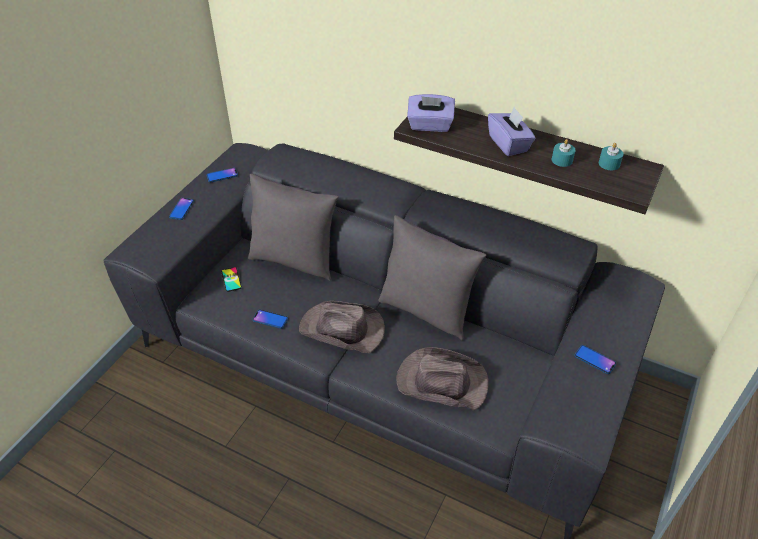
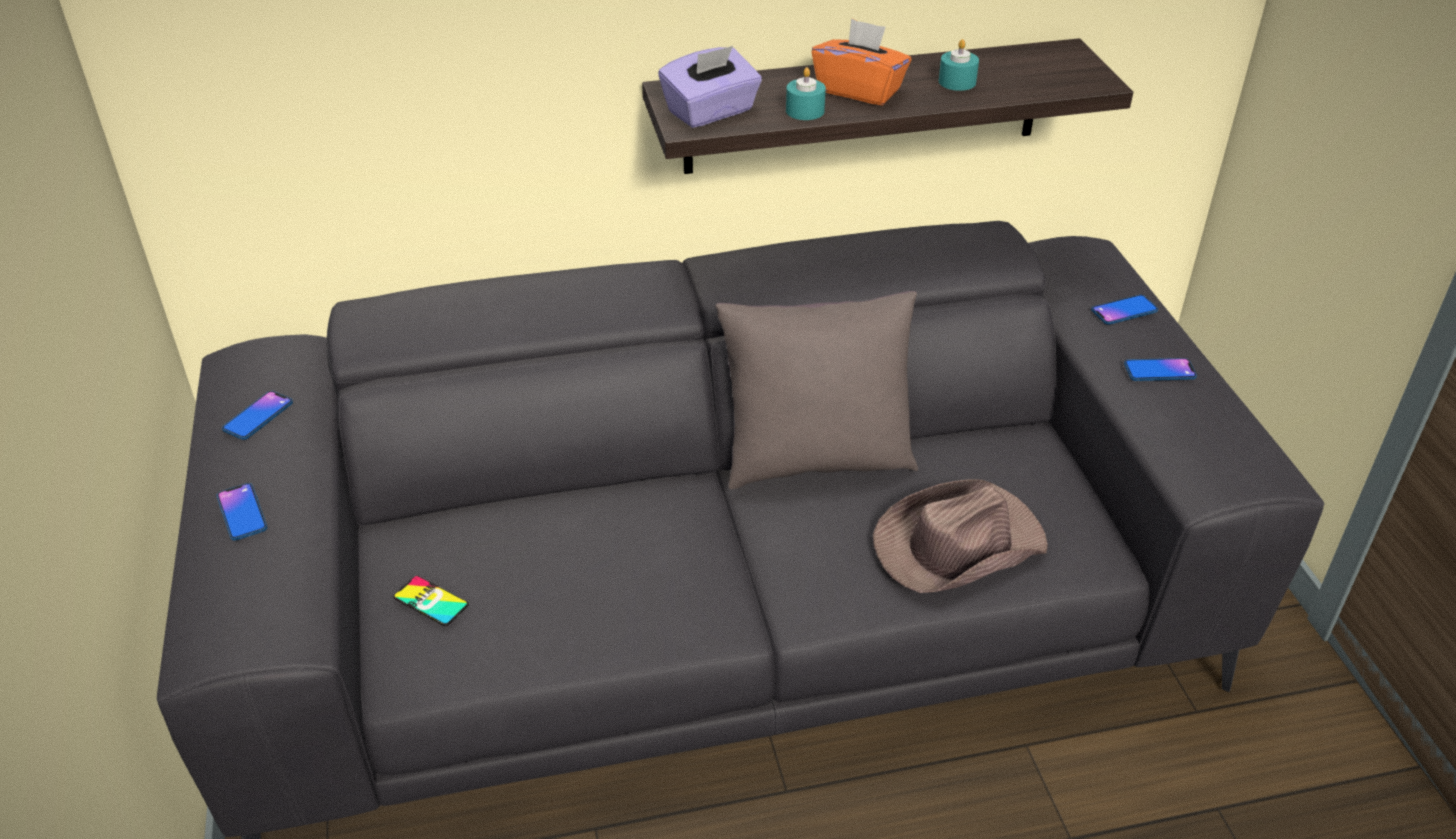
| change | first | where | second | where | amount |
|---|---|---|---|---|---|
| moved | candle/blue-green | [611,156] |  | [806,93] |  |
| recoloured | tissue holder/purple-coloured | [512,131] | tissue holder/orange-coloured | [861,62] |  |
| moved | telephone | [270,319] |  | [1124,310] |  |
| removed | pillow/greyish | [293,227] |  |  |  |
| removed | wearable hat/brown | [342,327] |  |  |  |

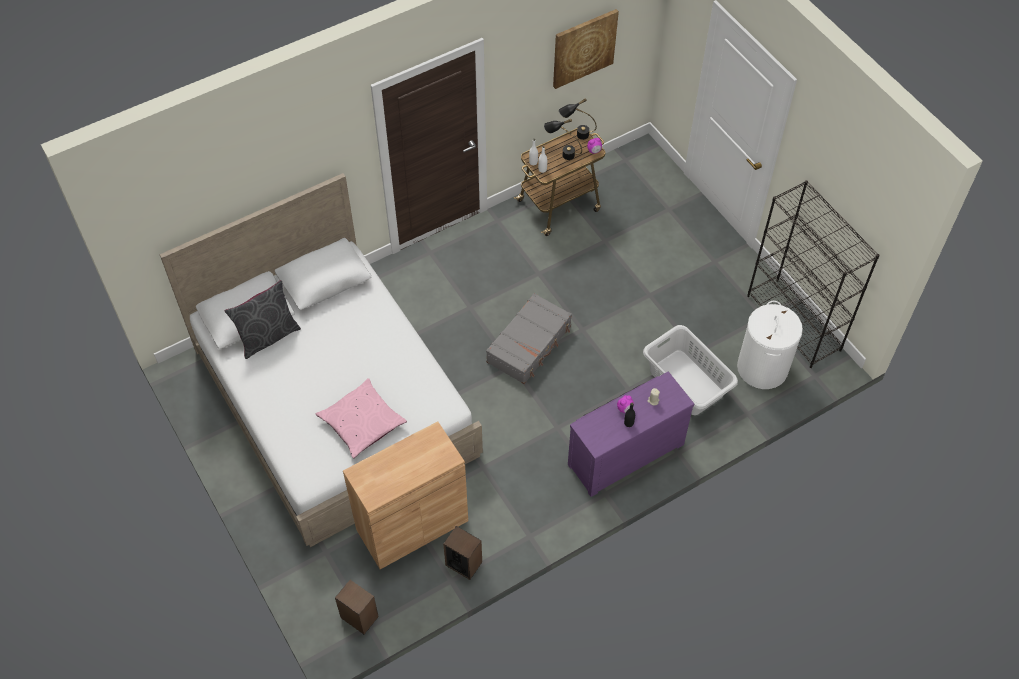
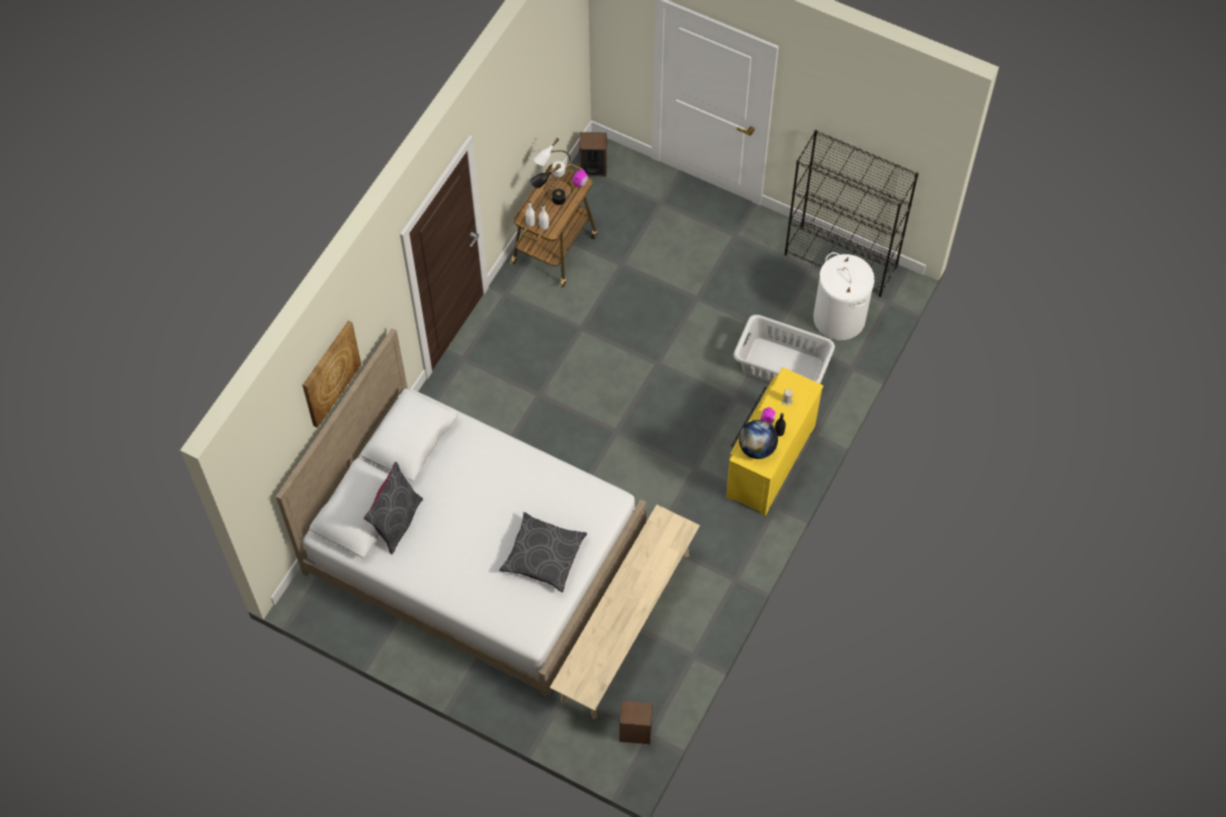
| change | first | where | second | where | amount |
|---|---|---|---|---|---|
| moved | wall art | [586,49] |  | [331,374] |  |
| recoloured | pillow/pinkish | [361,418] | pillow/greyish | [543,552] |  |
| recoloured | table lamp/blackish | [578,119] | table lamp/white | [552,157] |  |
| replaced | cabinet/brown | [405,495] | bench/sand-coloured | [625,612] |  |
| moved | audio speaker | [462,553] |  | [593,154] |  |
| recoloured | chest of drawers/purple-coloured | [631,434] | chest of drawers/yellowish | [774,441] |  |
| added |  |  | world globe | [758,439] |  |
| removed | piece of luggage/greyish | [529,338] |  |  |  |

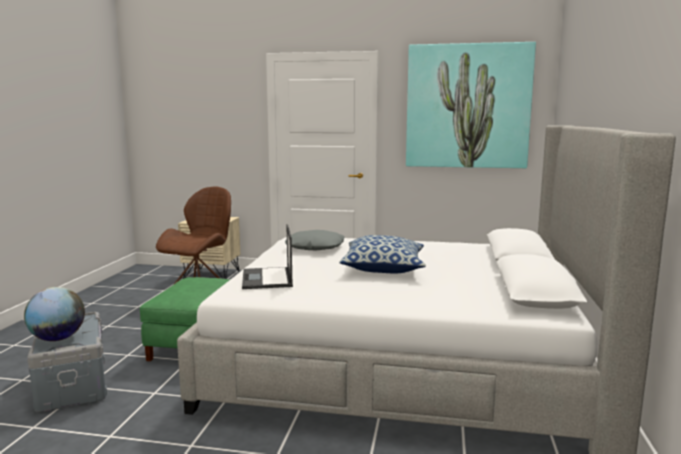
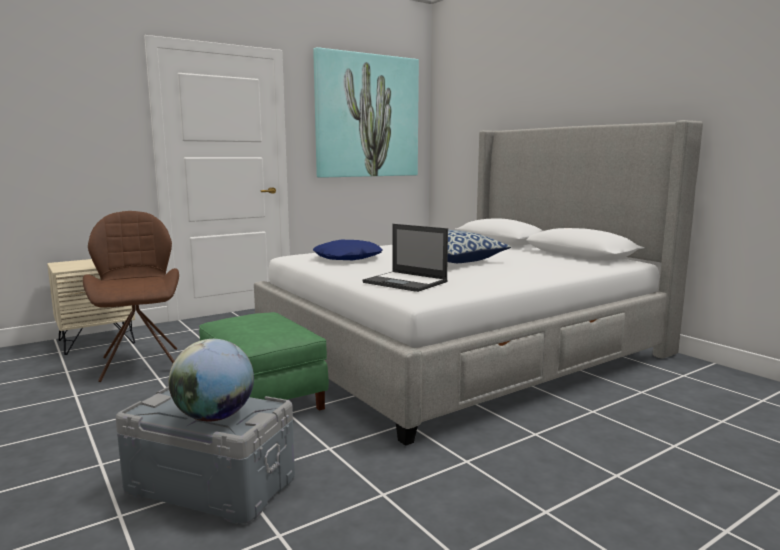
| change | first | where | second | where | amount |
|---|---|---|---|---|---|
| recoloured | pillow/greyish | [314,240] | pillow/blue | [347,250] |  |

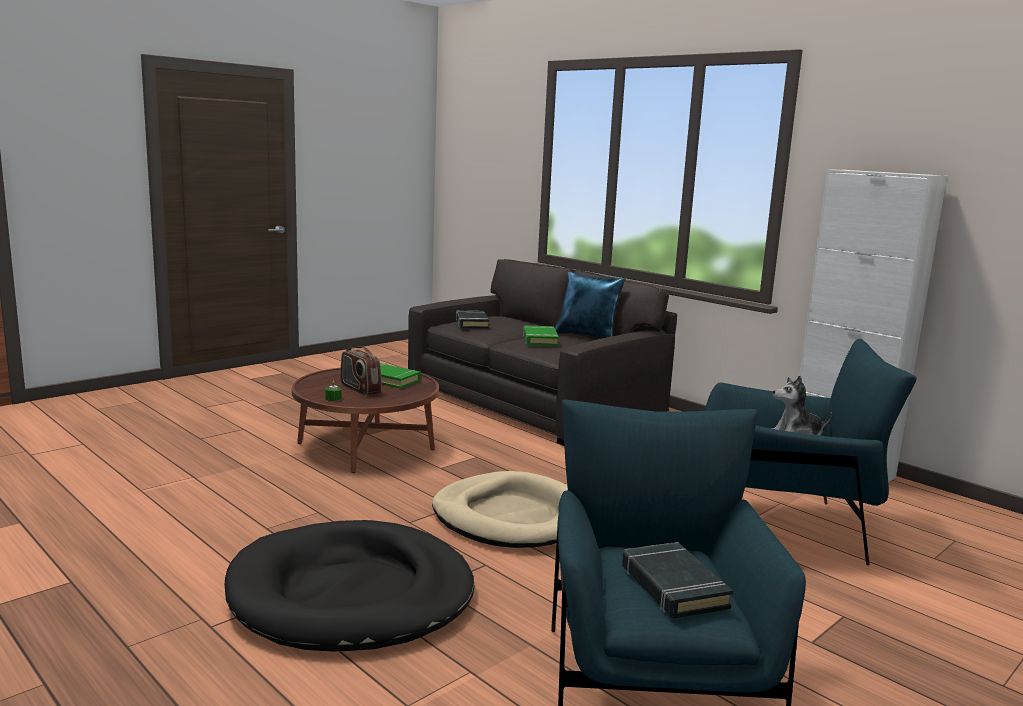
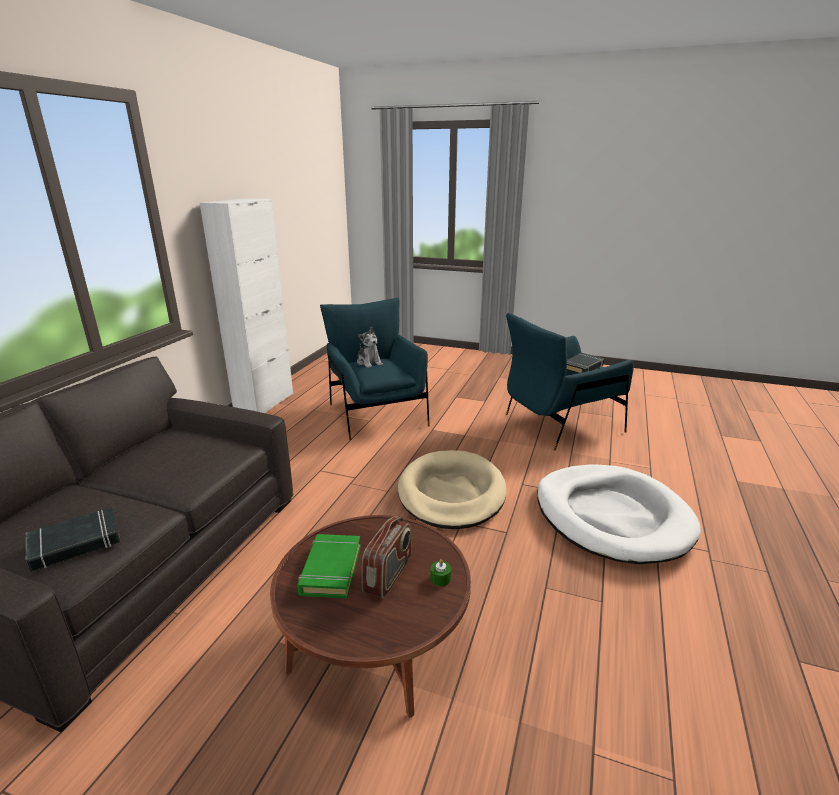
| change | first | where | second | where | amount |
|---|---|---|---|---|---|
| recoloured | dog bed/blackish | [350,586] | dog bed/white | [619,514] |  |
| removed | book/greenish | [541,335] |  |  |  |
| removed | pillow/blue | [590,305] |  |  |  |

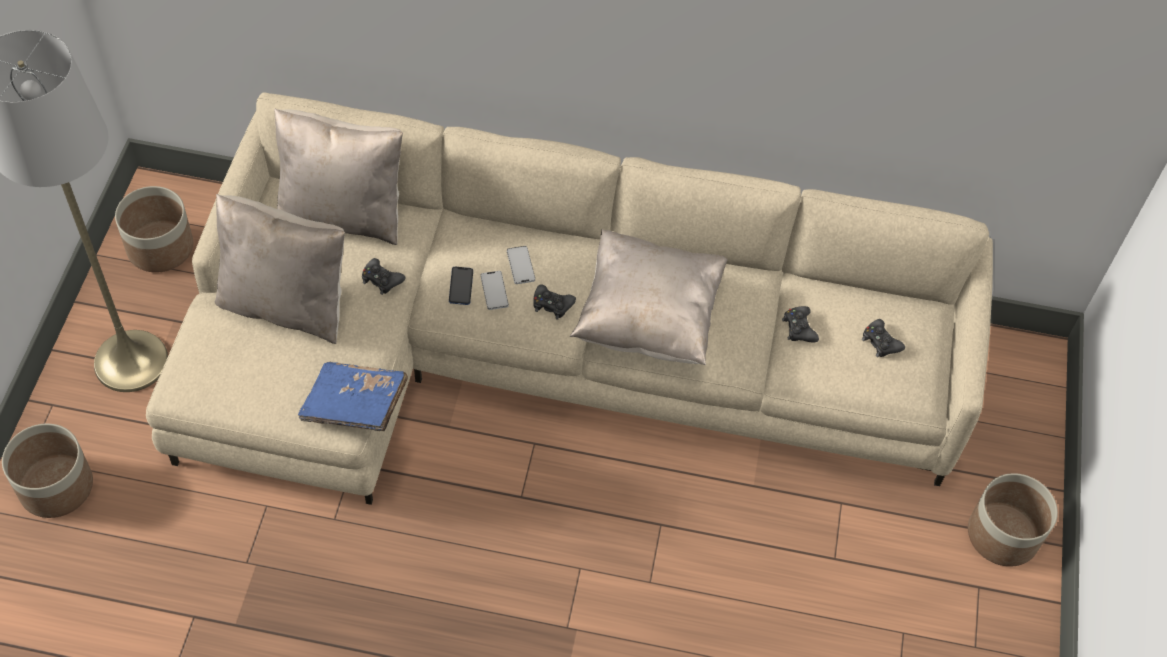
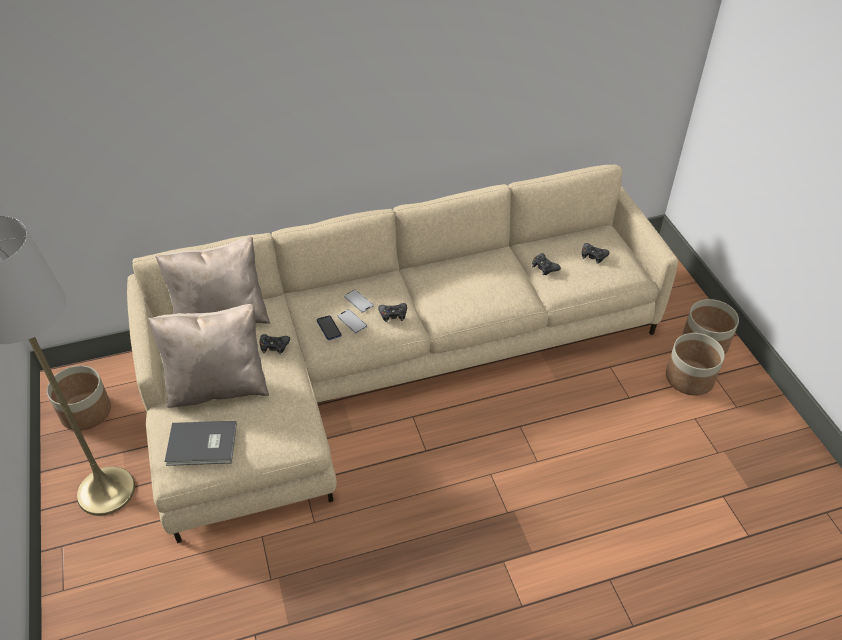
| change | first | where | second | where | amount |
|---|---|---|---|---|---|
| added |  |  | book/greyish | [200,443] |  |
| moved | plant pot | [47,471] |  | [695,364] |  |
| removed | book/blue | [353,396] |  |  |  |
| removed | pillow/sand-coloured | [649,297] |  |  |  |

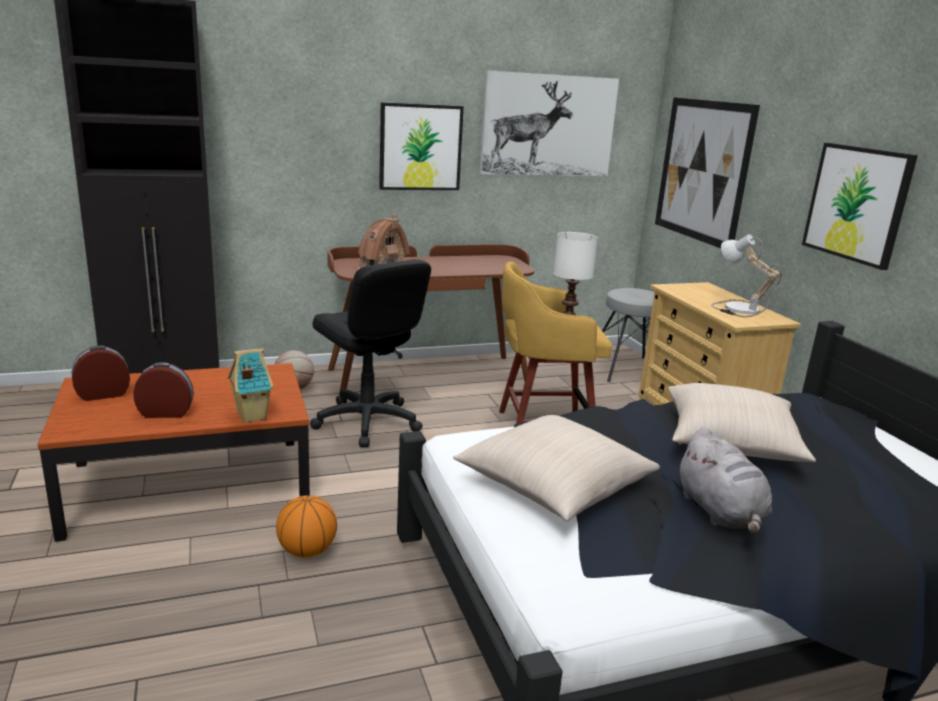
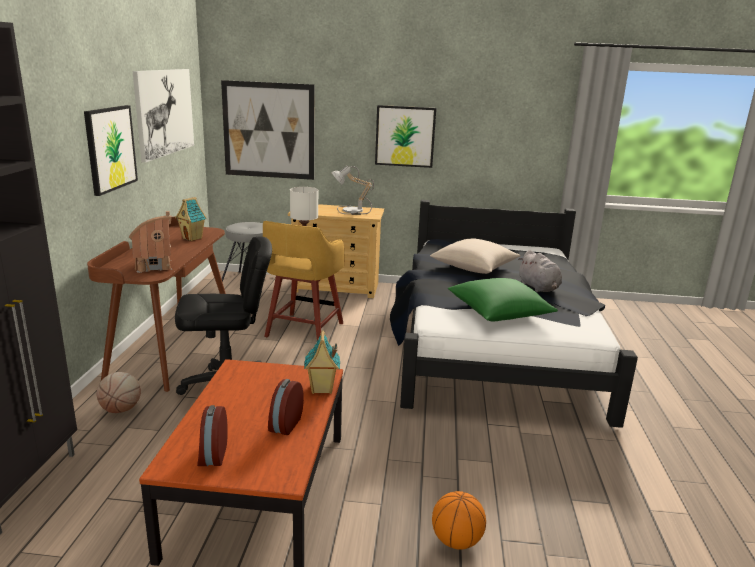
| change | first | where | second | where | amount |
|---|---|---|---|---|---|
| added |  |  | miniature house | [191,219] |  |
| moved | basketball ball | [306,526] |  | [459,520] |  |
| recoloured | pillow/sand-coloured | [556,468] | pillow/greenish | [503,299] |  |
| turned | soft toy/greyish | [725,481] |  | [540,271] | 60 degrees clockwise |

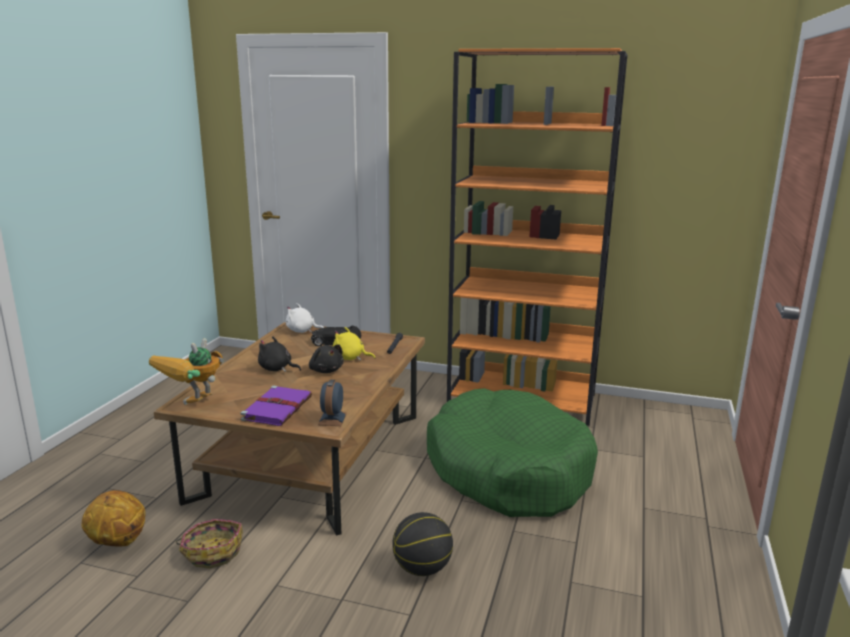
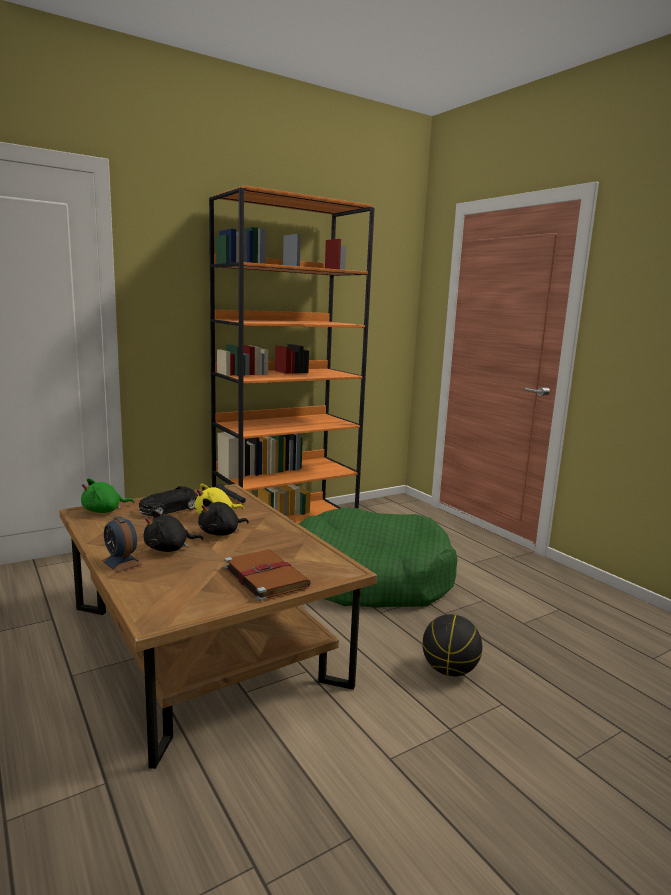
| change | first | where | second | where | amount |
|---|---|---|---|---|---|
| recoloured | soft toy/white | [305,318] | soft toy/greenish | [107,495] |  |
| moved | table clock | [332,403] |  | [122,544] |  |
| turned | soft toy/blackish | [326,358] |  | [223,517] | 135 degrees clockwise |
| recoloured | book/purple-coloured | [276,406] | book/brown | [267,575] |  |
| removed | basketball ball | [114,518] |  |  |  |
| removed | model robot | [186,371] |  |  |  |
| removed | basket | [209,544] |  |  |  |

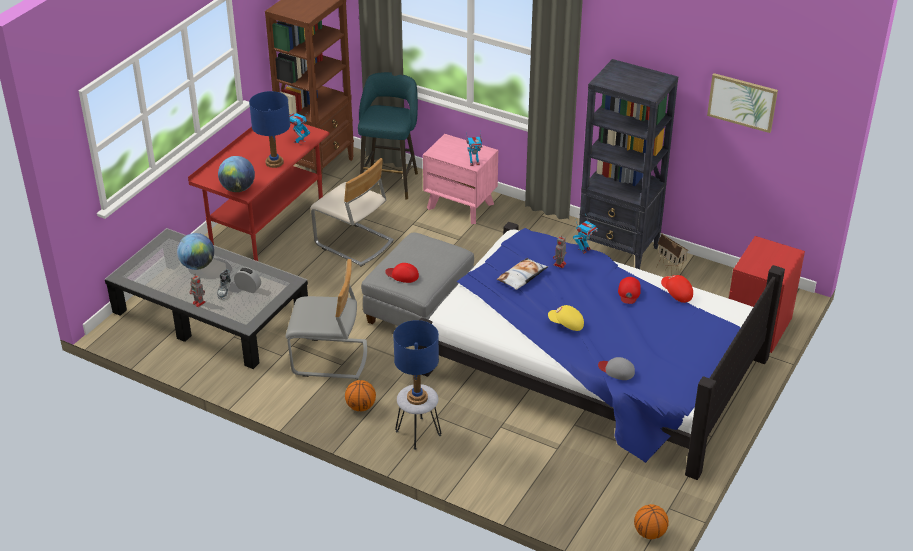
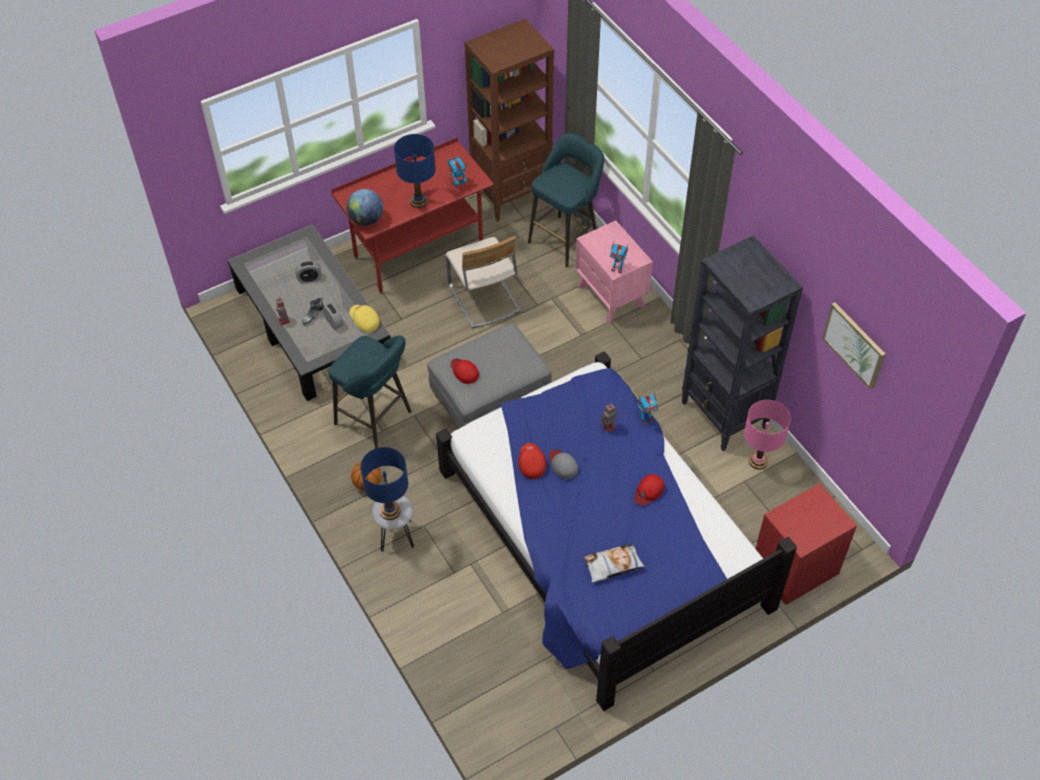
| change | first | where | second | where | amount |
|---|---|---|---|---|---|
| replaced | world globe | [195,251] | table clock | [308,271] |  |
| replaced | chair/greyish | [326,319] | sitting stool/blue-green | [370,392] |  |
| moved | cap/yellowish | [566,318] |  | [365,319] |  |
| moved | cap/reddish | [677,289] |  | [532,461] |  |
| moved | cap/greyish | [616,368] |  | [563,464] |  |
| moved | pillow | [522,274] |  | [614,562] |  |
| replaced | miniature house | [672,254] | table lamp/pinkish | [767,435] |  |
| removed | basketball ball | [651,521] |  |  |  |

